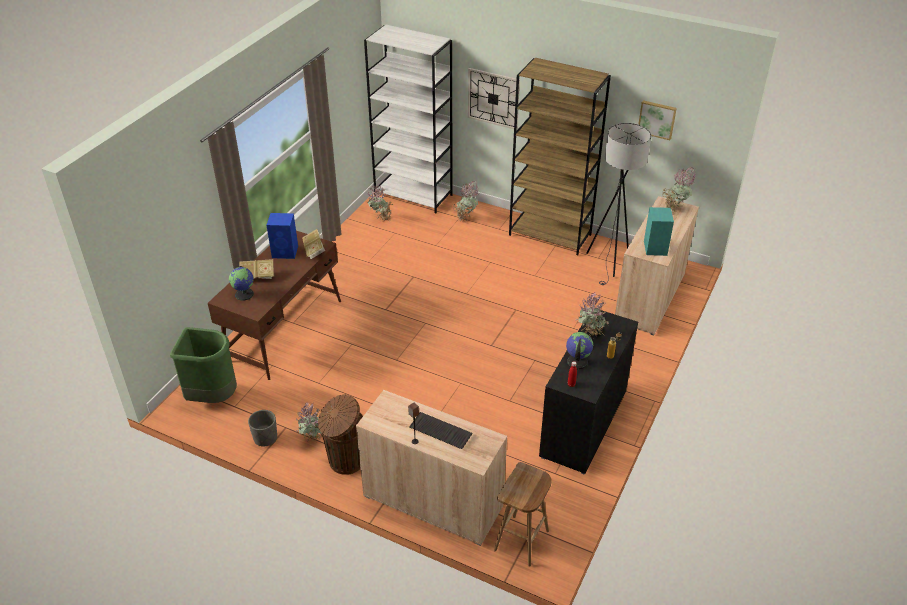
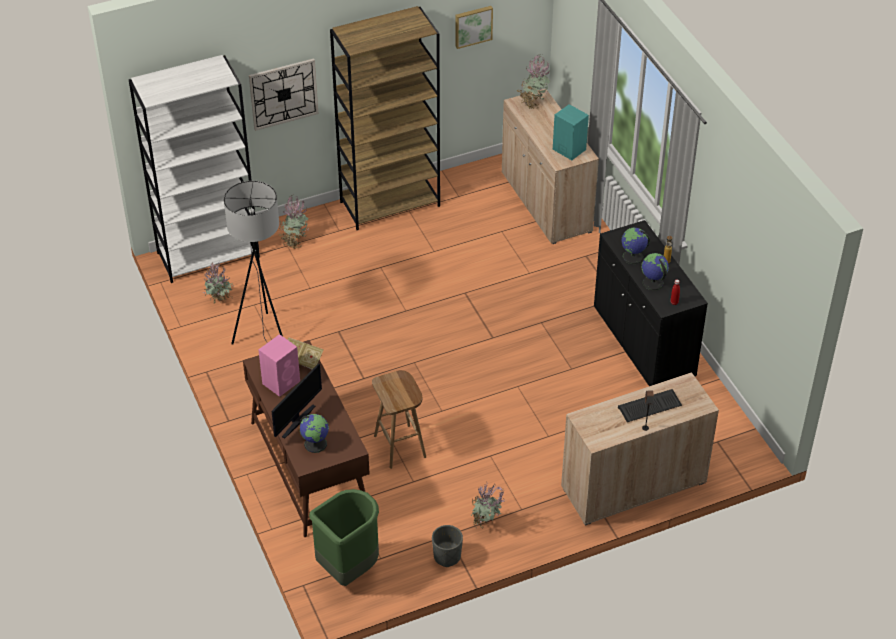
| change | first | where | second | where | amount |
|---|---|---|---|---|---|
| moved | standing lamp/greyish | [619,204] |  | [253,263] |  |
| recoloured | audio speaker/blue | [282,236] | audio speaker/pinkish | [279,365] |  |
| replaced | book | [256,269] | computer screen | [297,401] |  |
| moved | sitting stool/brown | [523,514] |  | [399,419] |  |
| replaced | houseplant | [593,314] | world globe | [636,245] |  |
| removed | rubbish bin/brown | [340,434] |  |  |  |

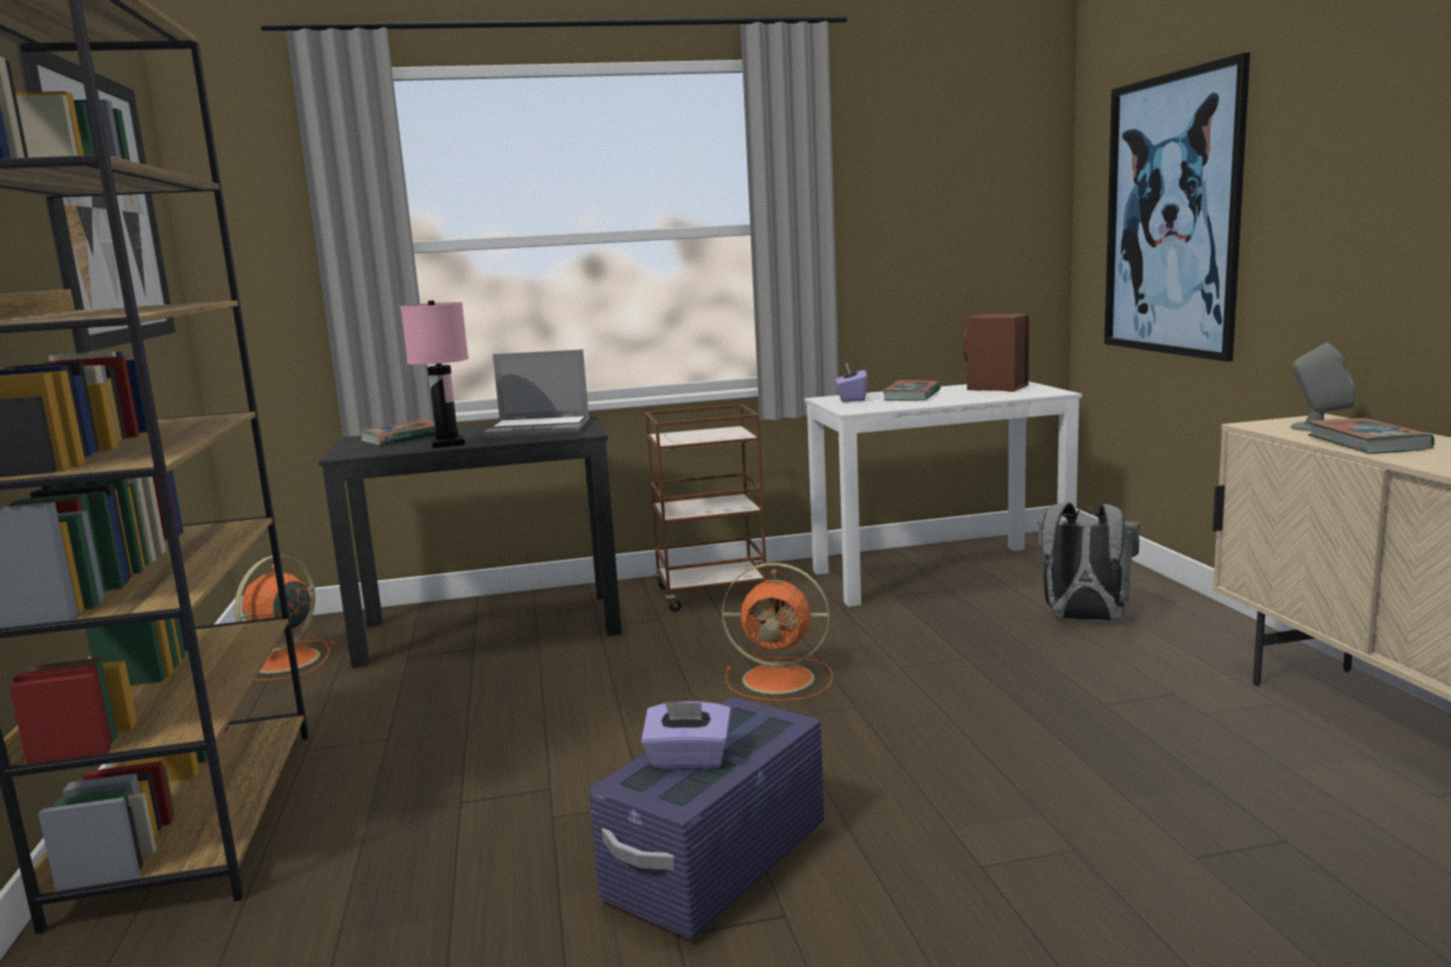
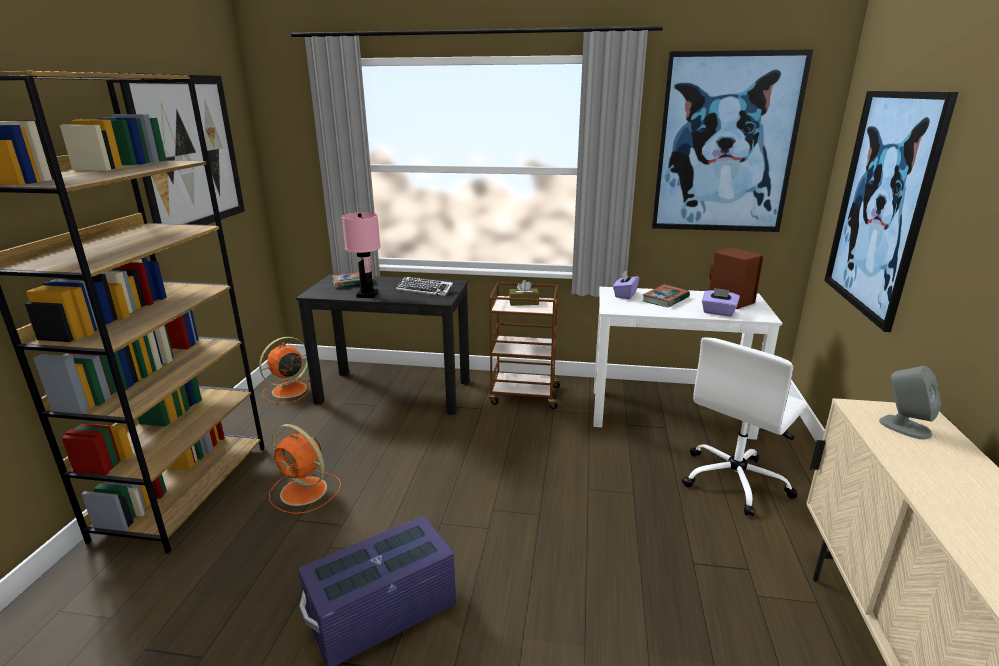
| change | first | where | second | where | amount |
|---|---|---|---|---|---|
| moved | electric fan/orange-coloured | [777,632] |  | [305,469] |  |
| replaced | notebook computer | [536,393] | computer keyboard | [424,286] |  |
| added |  |  | tissue holder/brown | [524,293] |  |
| added |  |  | wall art | [732,140] |  |
| replaced | rucksack/greyish | [1089,561] | office chair/white | [745,426] |  |
| moved | tissue holder/purple-coloured | [686,735] |  | [721,302] |  |
| removed | book | [1371,436] |  |  |  |

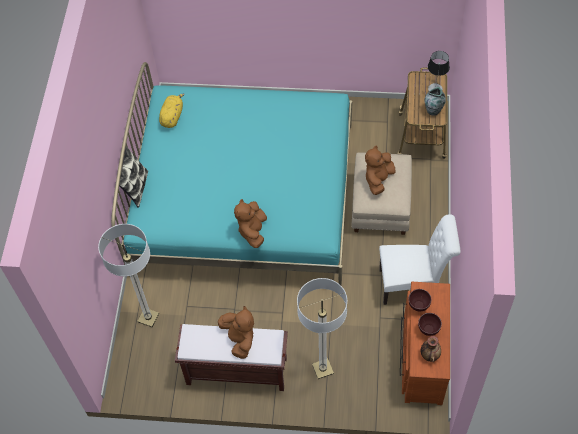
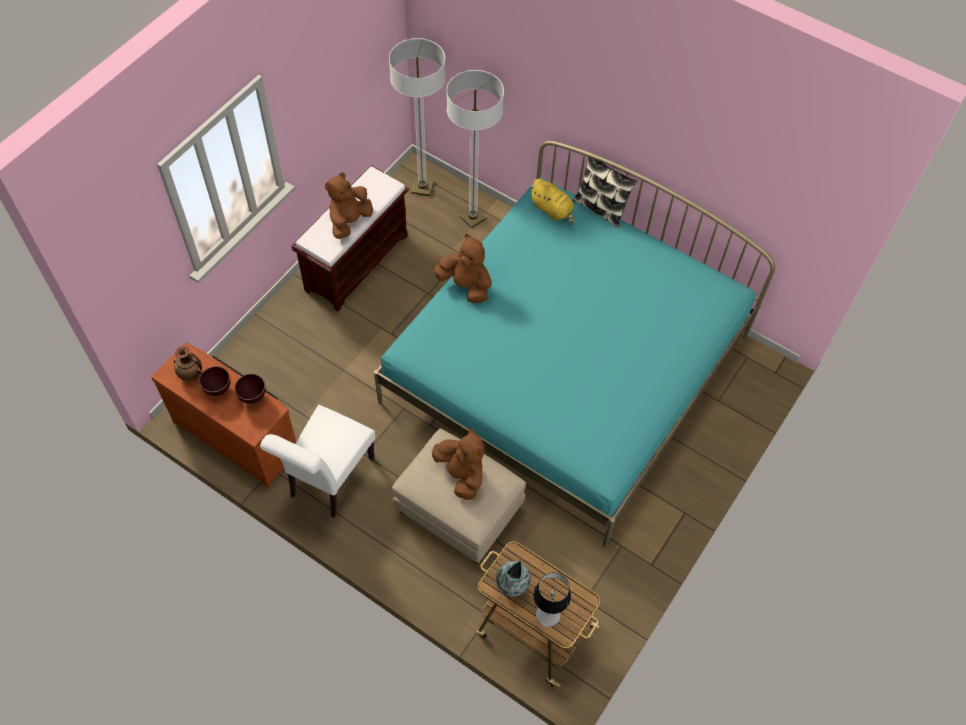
| change | first | where | second | where | amount |
|---|---|---|---|---|---|
| turned | soft toy/brown | [236,332] |  | [349,205] | 120 degrees clockwise |
| moved | standing lamp | [322,328] |  | [417,117] |  |
| moved | soft toy/yellowish | [172,110] |  | [551,202] |  |

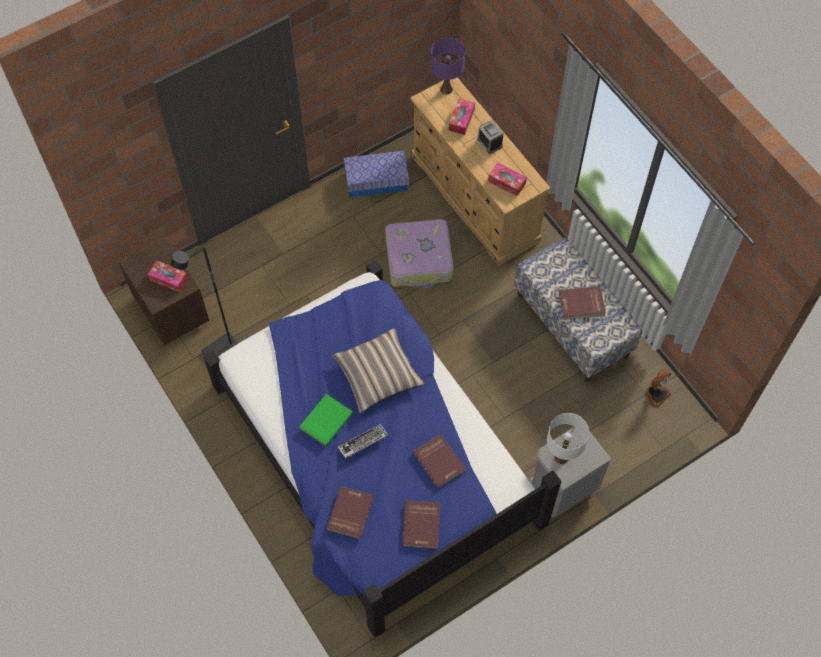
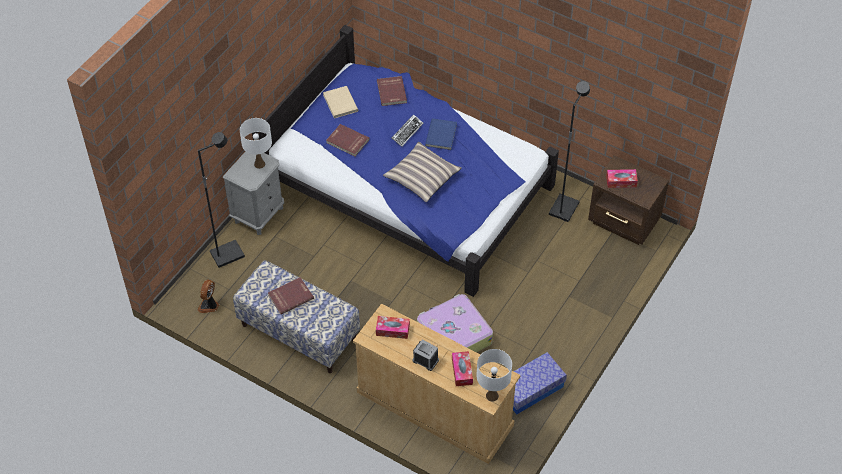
| change | first | where | second | where | amount |
|---|---|---|---|---|---|
| added |  |  | standing lamp/blackish | [221,200] |  |
| recoloured | book/reddish | [421,525] | book/sand-coloured | [340,102] |  |
| recoloured | book/greenish | [326,420] | book/blue | [441,134] |  |
| recoloured | table lamp/purple-coloured | [447,66] | table lamp/white | [494,375] |  |

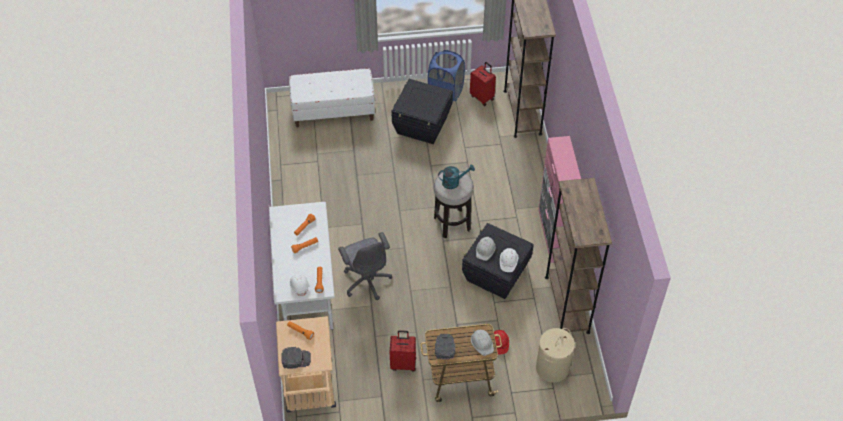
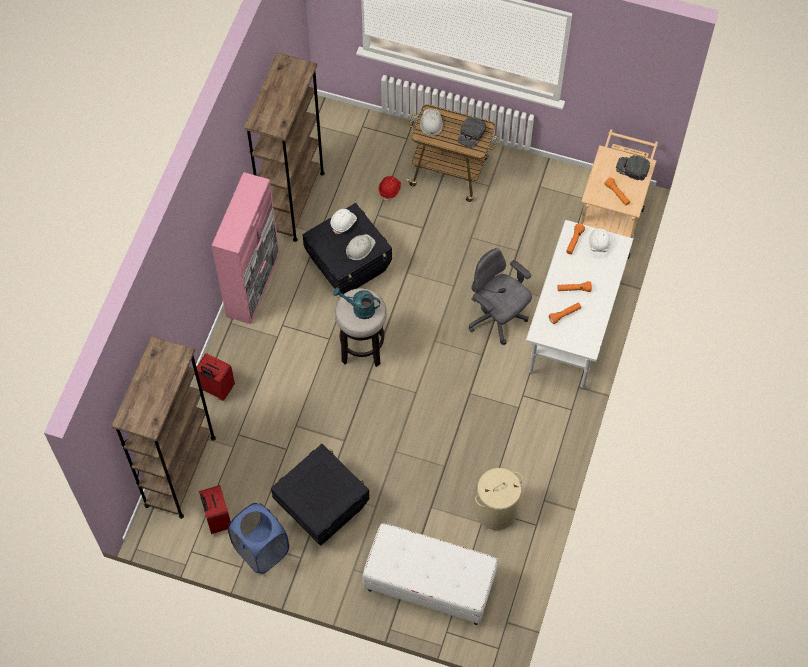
| change | first | where | second | where | amount |
|---|---|---|---|---|---|
| moved | piece of luggage/reddish | [403,351] |  | [216,377] |  |
| turned | office chair/greyish | [365,266] |  | [500,296] | 45 degrees counterclockwise |
| moved | washing basket/sand-coloured | [555,355] |  | [499,499] |  |

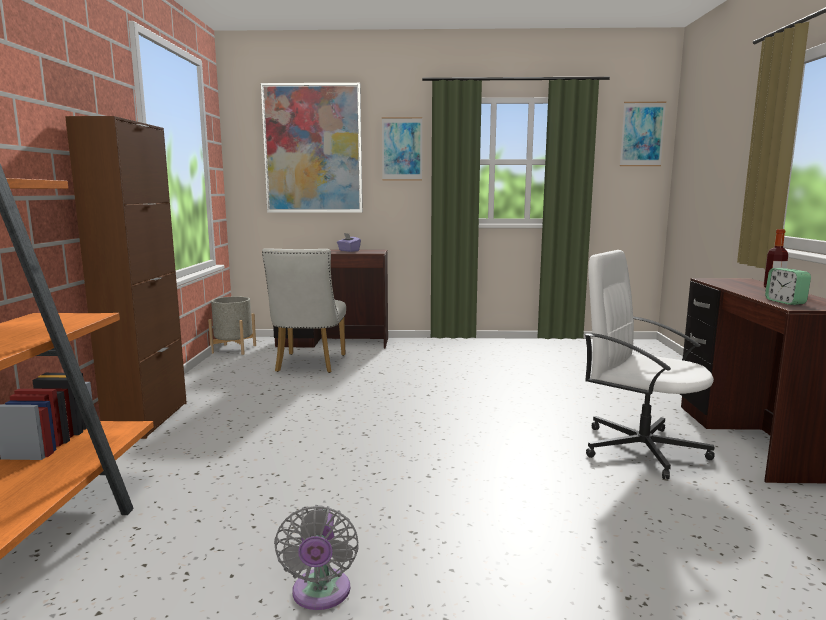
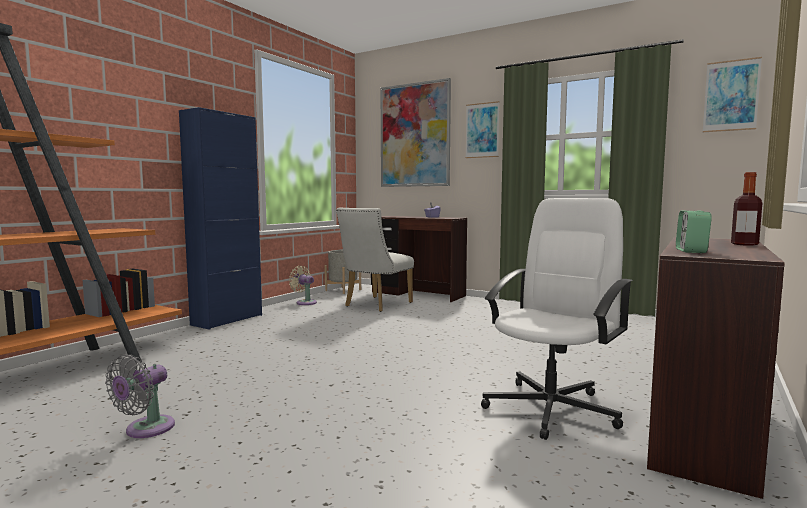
| change | first | where | second | where | amount |
|---|---|---|---|---|---|
| recoloured | cabinet/brown | [126,277] | cabinet/blue | [220,218] |  |
| added |  |  | electric fan/sand-coloured | [303,285] |  |
| turned | office chair/white | [649,365] |  | [557,319] | 60 degrees clockwise |

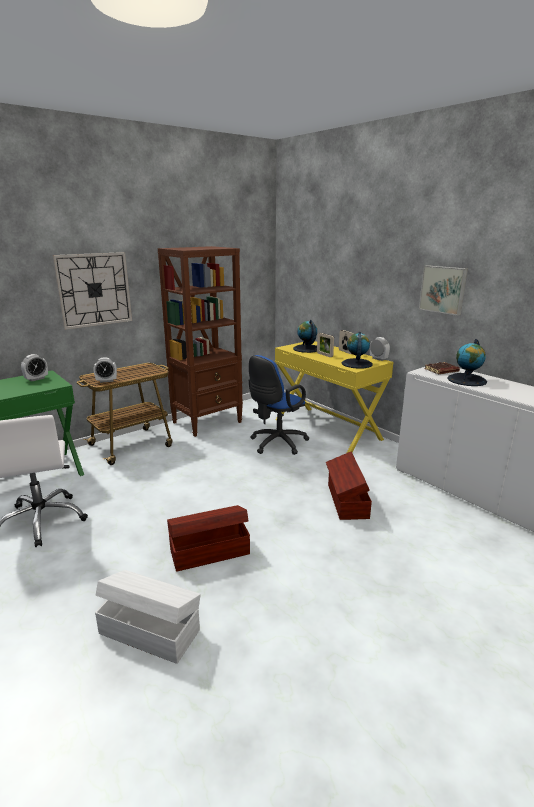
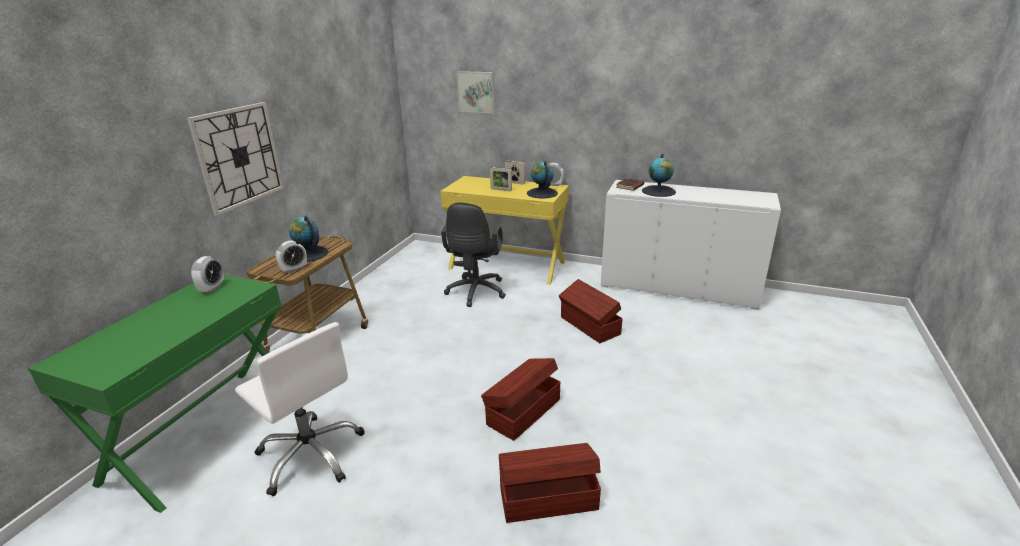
| change | first | where | second | where | amount |
|---|---|---|---|---|---|
| moved | world globe | [305,336] |  | [308,239] |  |
| recoloured | office chair/blue | [279,405] | office chair/blackish | [473,255] |  |
| moved | wall art | [443,290] |  | [475,92] |  |
| recoloured | storage box/white | [148,617] | storage box/brown | [550,483] |  |
| removed | bookcase/brown | [200,341] |  |  |  |

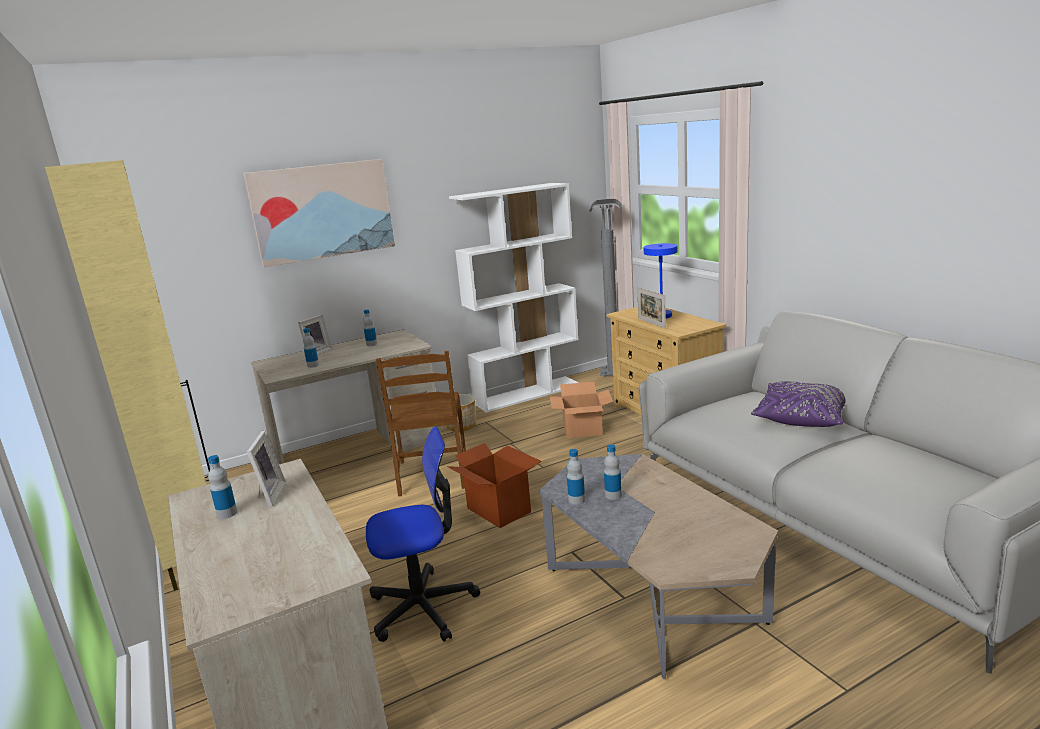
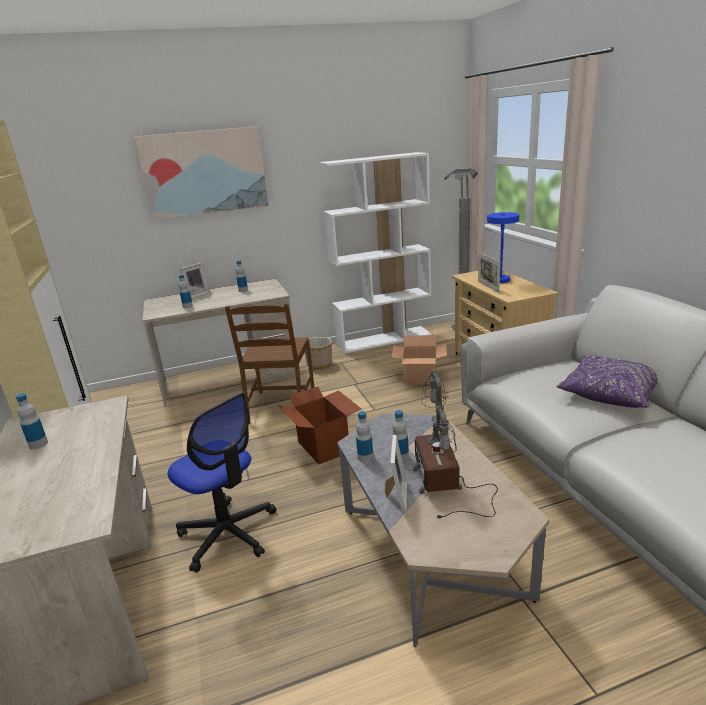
| change | first | where | second | where | amount |
|---|---|---|---|---|---|
| turned | office chair | [423,534] |  | [222,483] | 45 degrees clockwise |
| moved | standing frame | [266,468] |  | [396,474] |  |
| added |  |  | table lamp | [455,444] |  |

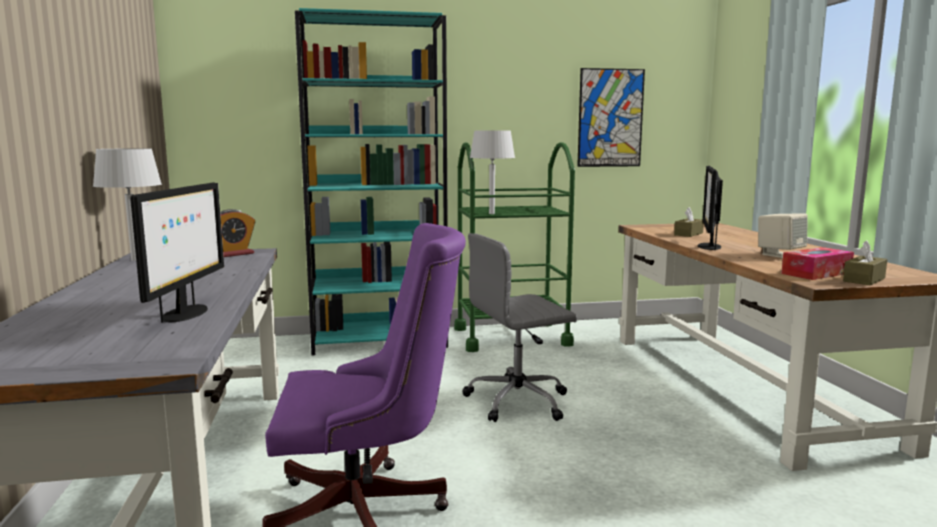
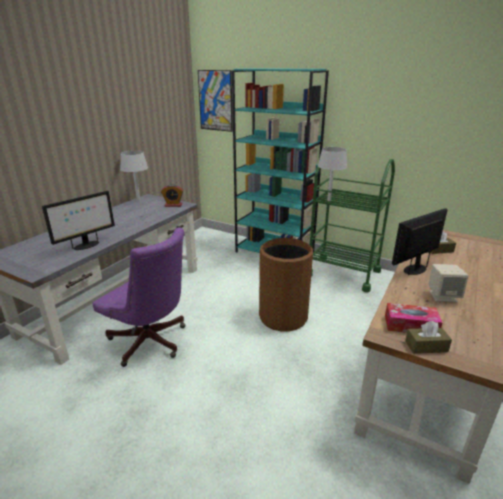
| change | first | where | second | where | amount |
|---|---|---|---|---|---|
| moved | wall art | [611,117] |  | [215,101] |  |
| replaced | office chair/greyish | [519,327] | rubbish bin/brown | [286,285] |  |

